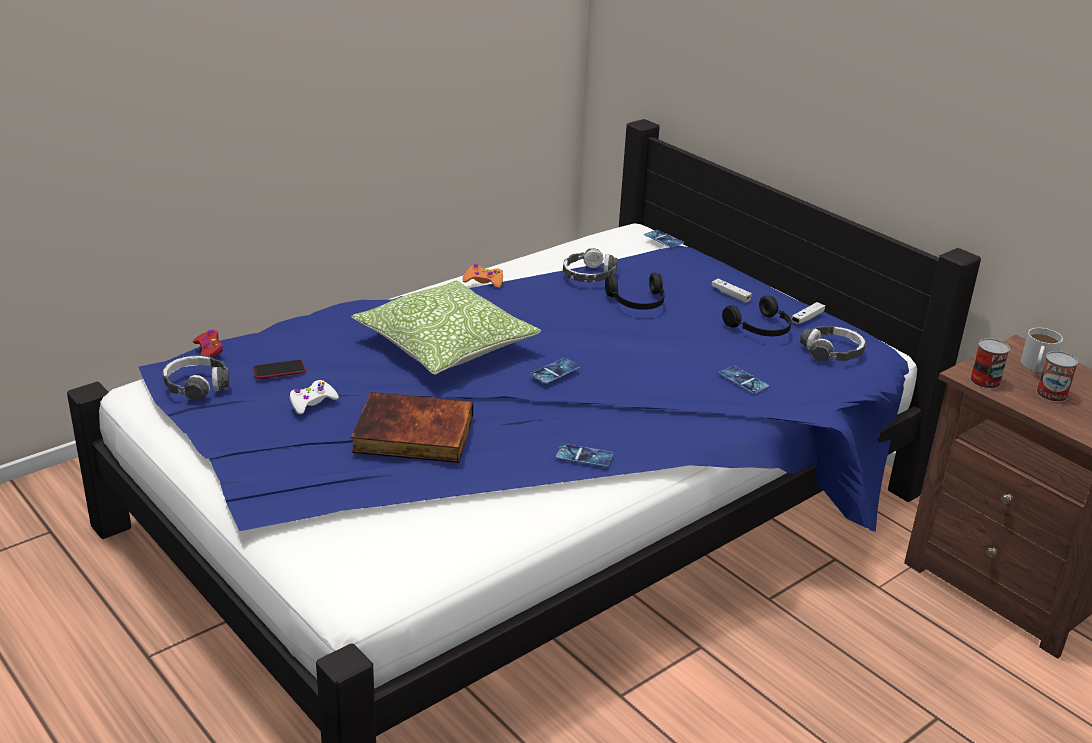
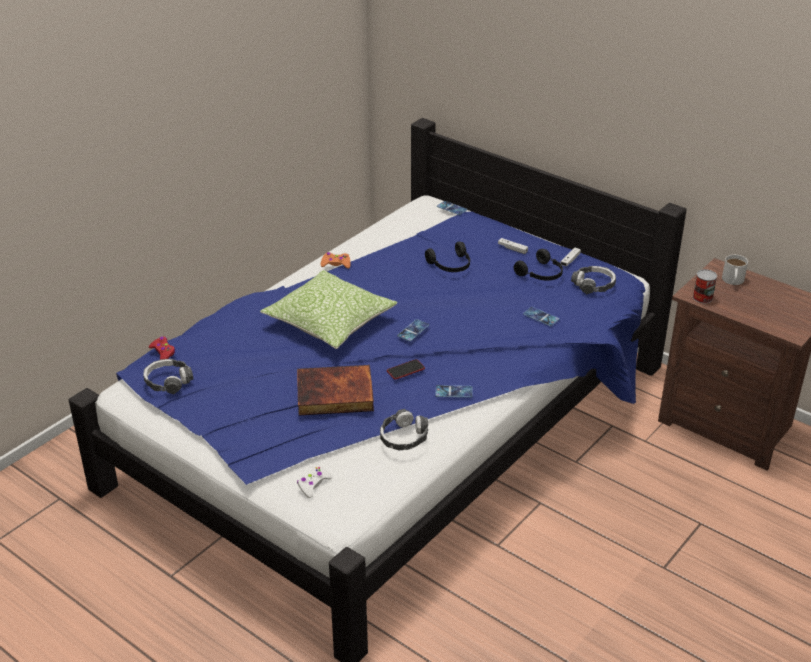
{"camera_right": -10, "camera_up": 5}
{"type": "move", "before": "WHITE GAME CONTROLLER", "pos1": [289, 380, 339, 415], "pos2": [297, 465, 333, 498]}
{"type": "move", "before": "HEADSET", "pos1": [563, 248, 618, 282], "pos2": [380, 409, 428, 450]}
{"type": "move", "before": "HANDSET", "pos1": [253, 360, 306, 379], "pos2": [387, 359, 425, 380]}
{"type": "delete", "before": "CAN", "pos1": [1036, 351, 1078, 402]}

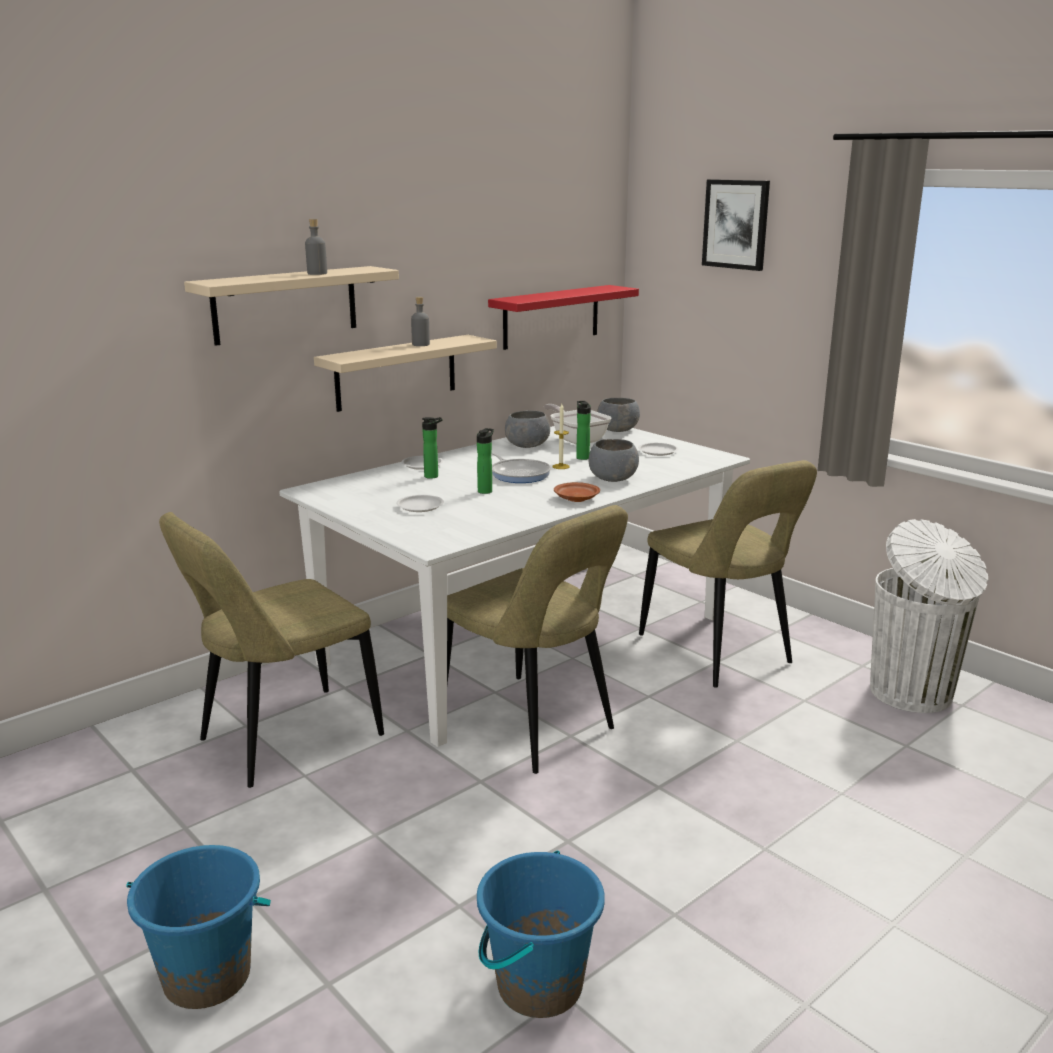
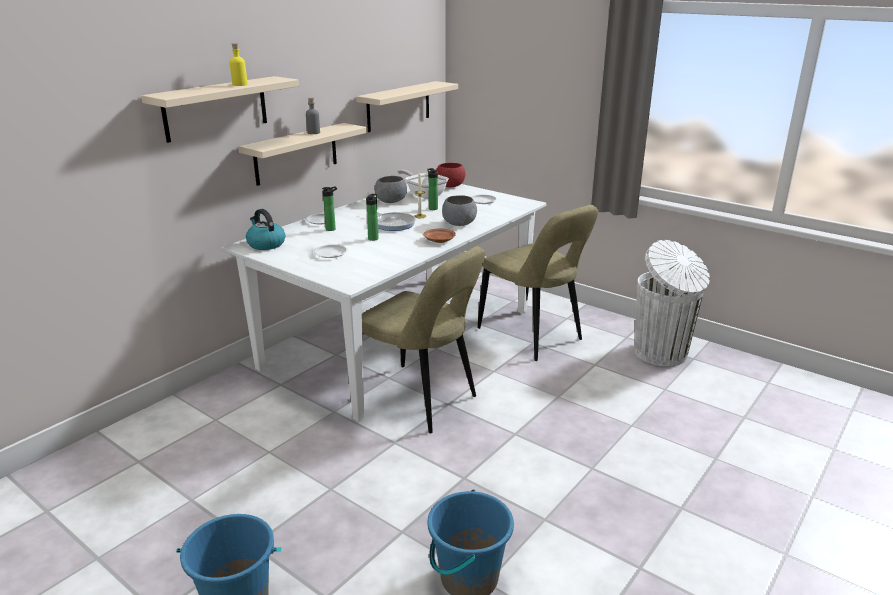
{"camera_right": -10, "camera_up": 5}
{"type": "recolor", "before": "GREYISH BOTTLE", "after": "YELLOW BOTTLE", "pos1": [305, 219, 327, 275], "pos2": [230, 43, 248, 86]}
{"type": "insert", "after": "TEA KETTLE", "pos2": [246, 209, 285, 250]}
{"type": "recolor", "before": "REDDISH SHELF", "after": "BEIGE-COLOURED SHELF", "pos1": [488, 285, 639, 350], "pos2": [356, 81, 458, 132]}
{"type": "recolor", "before": "GREYISH SERVING BOWL", "after": "REDDISH SERVING BOWL", "pos1": [597, 398, 640, 432], "pos2": [436, 163, 465, 188]}
{"type": "delete", "before": "BEIGE-COLOURED UPRIGHT CHAIR", "pos1": [159, 512, 384, 788]}
{"type": "delete", "before": "WALL ART", "pos1": [702, 179, 770, 271]}

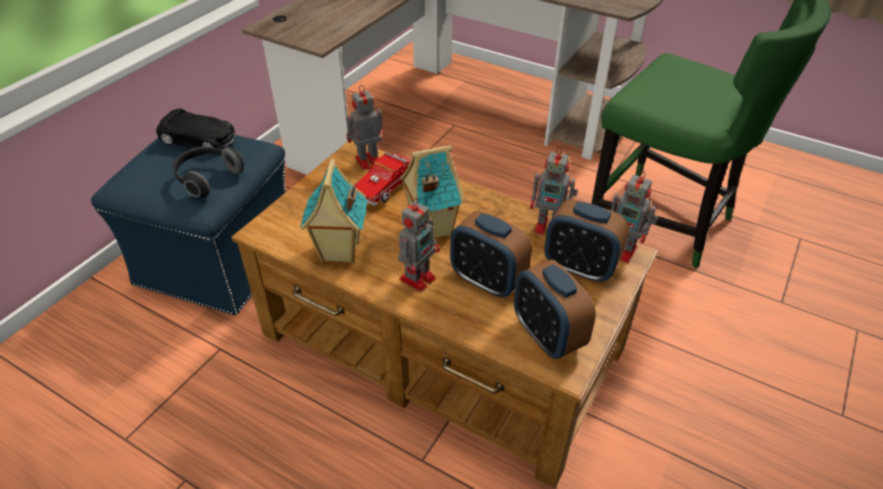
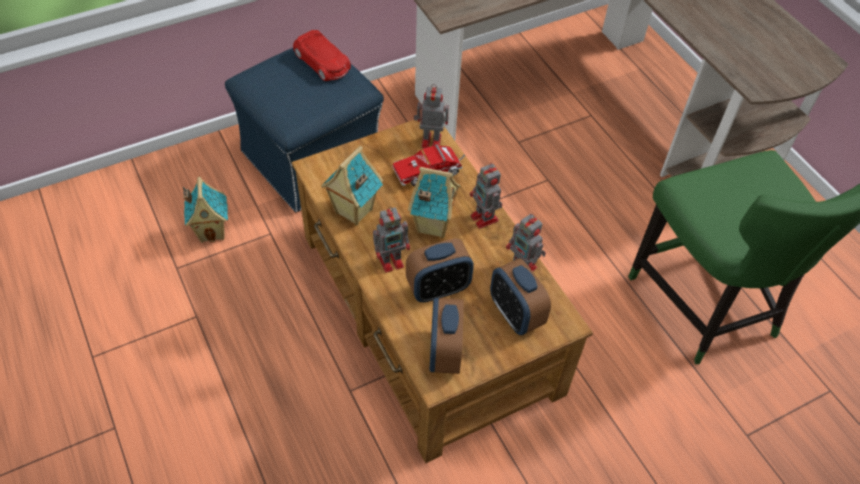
{"camera_right": 30, "camera_up": 10}
{"type": "insert", "after": "TOY HOUSE", "pos2": [182, 177, 228, 243]}
{"type": "recolor", "before": "BLACK-COLOURED MINIATURE CAR", "after": "REDDISH MINIATURE CAR", "pos1": [156, 108, 235, 149], "pos2": [293, 30, 351, 81]}
{"type": "rotate", "before": "ALARM CLOCK", "pos1": [450, 210, 532, 298], "pos2": [406, 238, 474, 302], "turn": -90}
{"type": "move", "before": "ROBOT FIGURE", "pos1": [611, 170, 658, 263], "pos2": [470, 163, 503, 229]}
{"type": "delete", "before": "HEADSET", "pos1": [172, 146, 244, 198]}

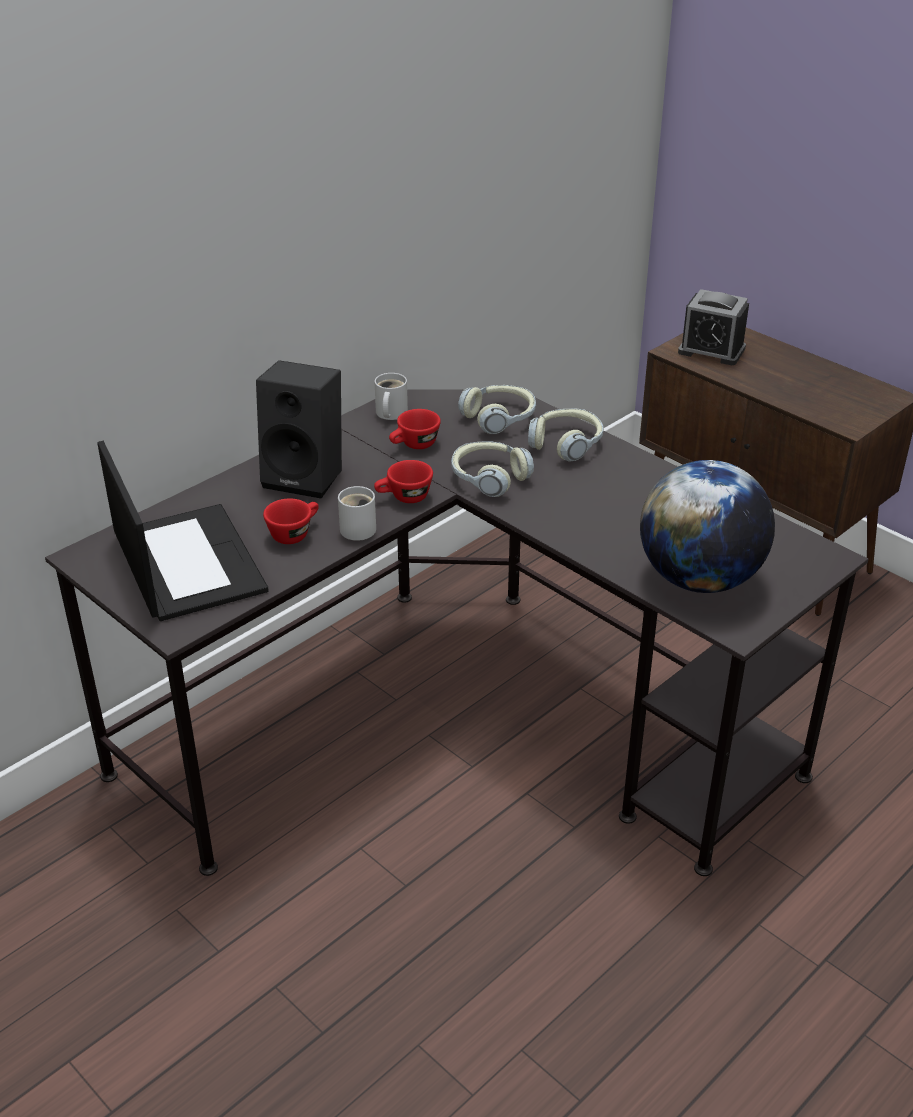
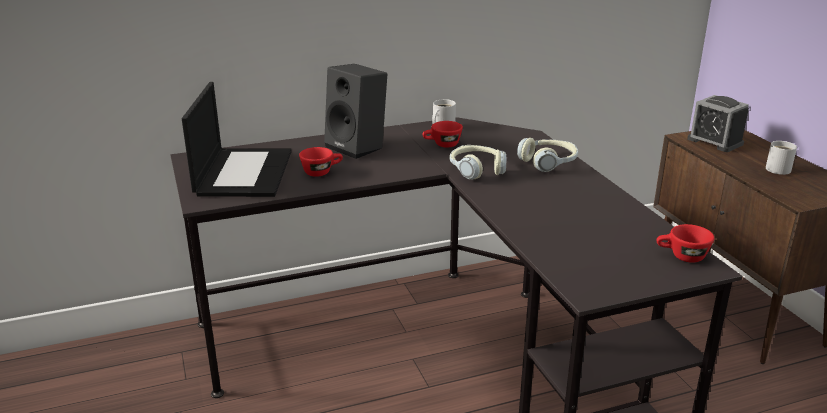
{"camera_right": 25, "camera_up": -10}
{"type": "move", "before": "REDDISH DRINKING CUP", "pos1": [374, 460, 433, 503], "pos2": [657, 224, 714, 263]}
{"type": "move", "before": "WHITE COFFEE MUG", "pos1": [338, 486, 376, 541], "pos2": [766, 141, 797, 175]}
{"type": "delete", "before": "HEADSET", "pos1": [458, 385, 536, 434]}
{"type": "delete", "before": "GLOBE", "pos1": [640, 460, 775, 593]}

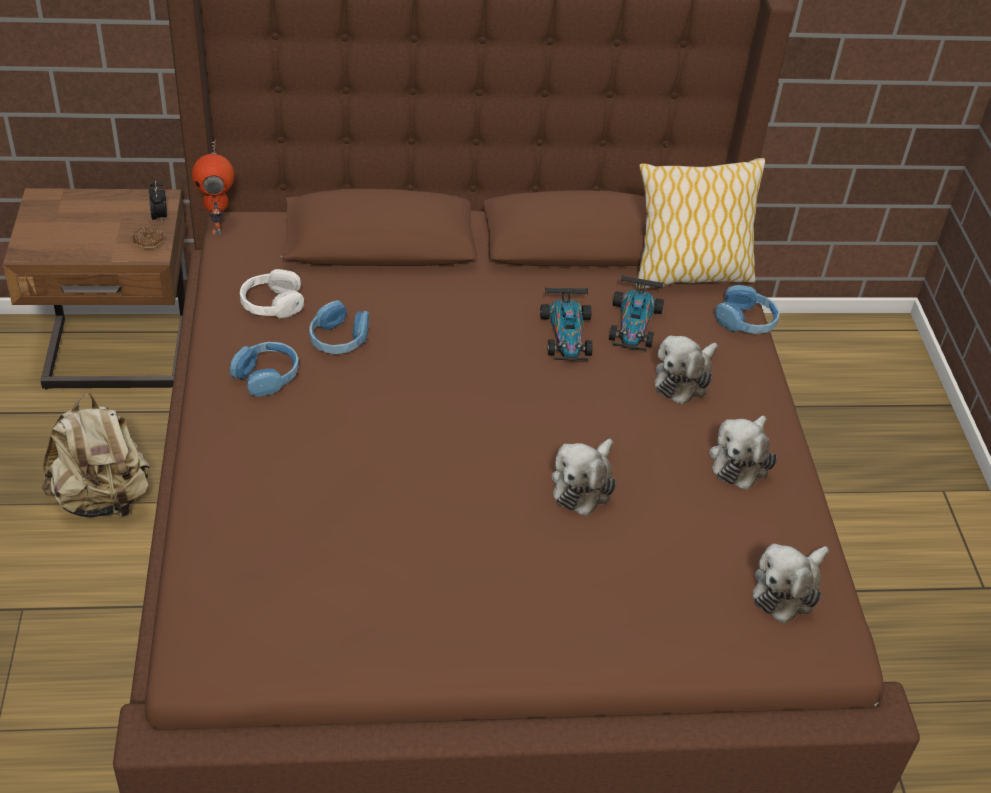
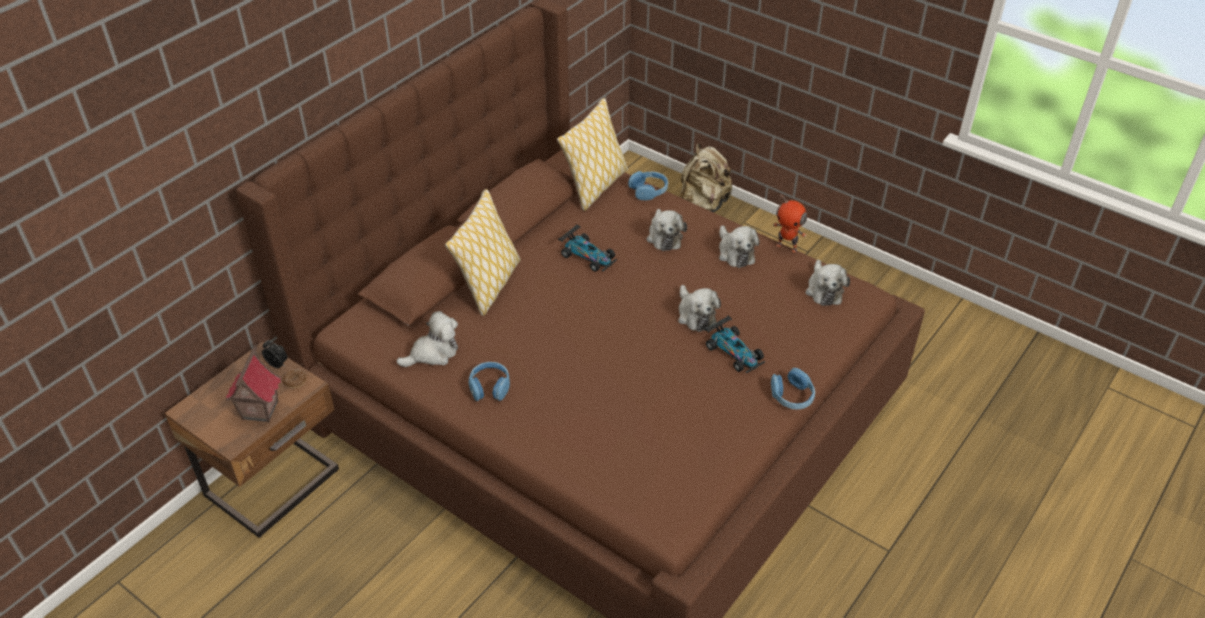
{"camera_right": -45, "camera_up": 0}
{"type": "insert", "after": "TOY HOUSE", "pos2": [226, 344, 281, 423]}
{"type": "replace", "before": "WHITE HEADSET", "after": "SOFT TOY", "pos1": [240, 269, 304, 319], "pos2": [396, 311, 458, 367]}
{"type": "insert", "after": "THROW PILLOW", "pos2": [445, 189, 521, 316]}
{"type": "move", "before": "BEIGE-COLOURED RUCKSACK", "pos1": [41, 393, 150, 519], "pos2": [679, 143, 732, 212]}
{"type": "move", "before": "MINIATURE CAR", "pos1": [609, 274, 664, 351], "pos2": [705, 315, 765, 373]}
{"type": "move", "before": "BLUE HEADSET", "pos1": [309, 300, 369, 354], "pos2": [771, 368, 815, 409]}
{"type": "move", "before": "ROBOT FIGURE", "pos1": [192, 140, 234, 234], "pos2": [773, 193, 807, 253]}

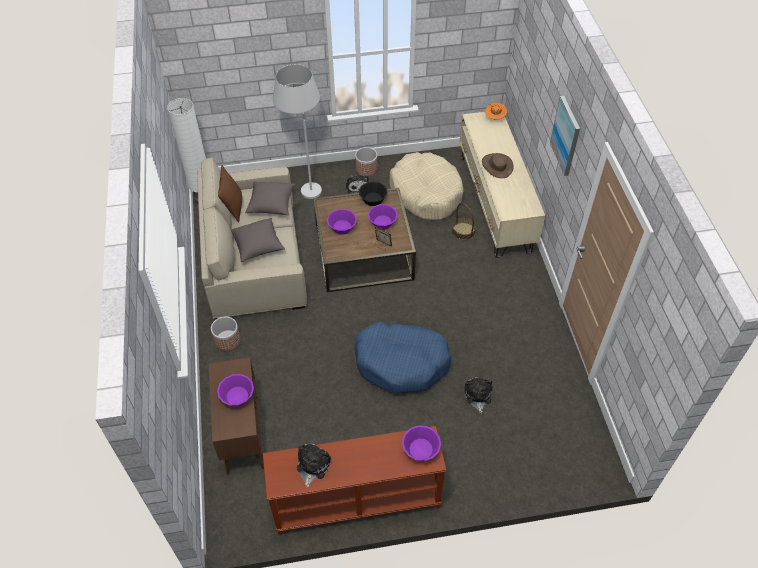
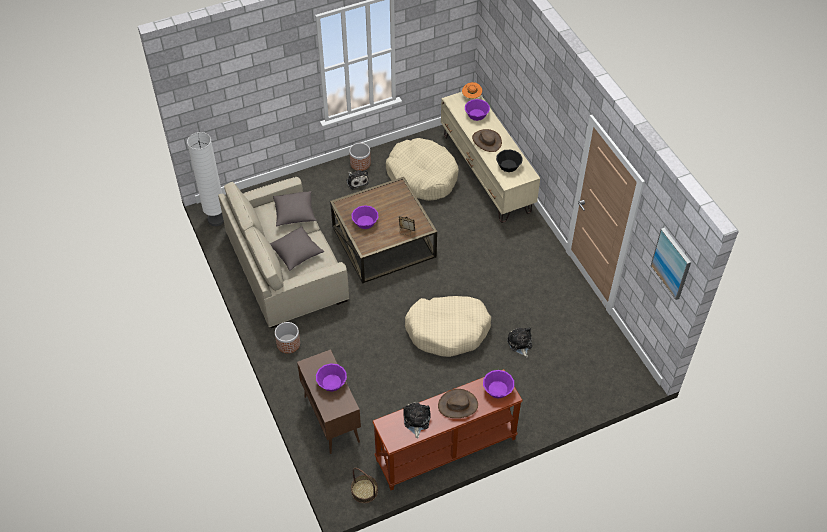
{"camera_right": -15, "camera_up": 0}
{"type": "move", "before": "STORAGE BASKET", "pos1": [452, 203, 476, 240], "pos2": [351, 468, 378, 503]}
{"type": "recolor", "before": "BLUE PET BED", "after": "BEIGE-COLOURED PET BED", "pos1": [355, 321, 452, 393], "pos2": [405, 296, 491, 357]}
{"type": "insert", "after": "BROWNISH WEARABLE HAT", "pos2": [438, 389, 478, 418]}
{"type": "move", "before": "PURPLE SERVING BOWL", "pos1": [368, 204, 398, 230], "pos2": [465, 99, 490, 121]}
{"type": "move", "before": "BLACK-COLOURED SERVING BOWL", "pos1": [359, 181, 388, 206], "pos2": [496, 149, 523, 172]}
{"type": "move", "before": "WALL ART", "pos1": [550, 96, 580, 176], "pos2": [651, 228, 691, 300]}
{"type": "delete", "before": "BROWNISH THROW PILLOW", "pos1": [218, 165, 242, 222]}
{"type": "delete", "before": "WHITE FLOOR LAMP", "pos1": [273, 64, 322, 199]}

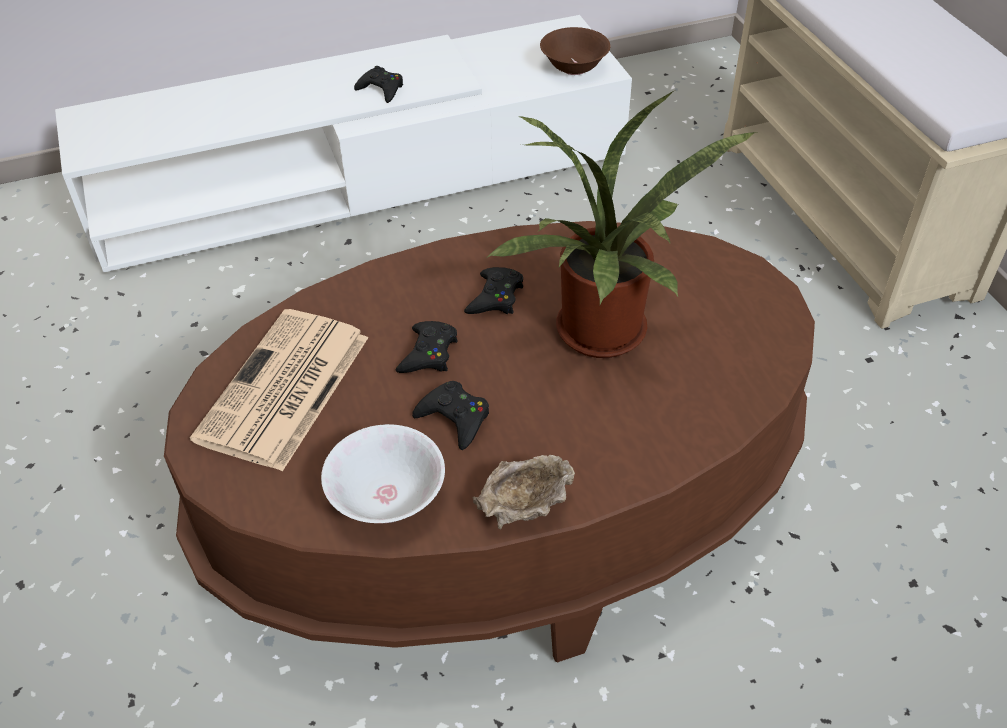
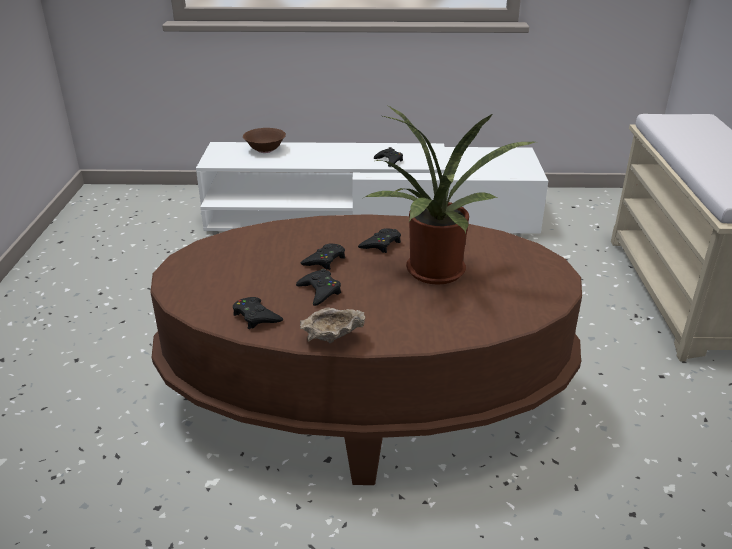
{"camera_right": 20, "camera_up": -15}
{"type": "replace", "before": "WHITE SERVING BOWL", "after": "BLACK-COLOURED GAME CONTROLLER", "pos1": [321, 424, 445, 523], "pos2": [233, 297, 283, 329]}
{"type": "move", "before": "BROWNISH SERVING BOWL", "pos1": [540, 27, 610, 75], "pos2": [243, 128, 286, 153]}
{"type": "delete", "before": "PRINTED PAPER", "pos1": [190, 309, 369, 471]}

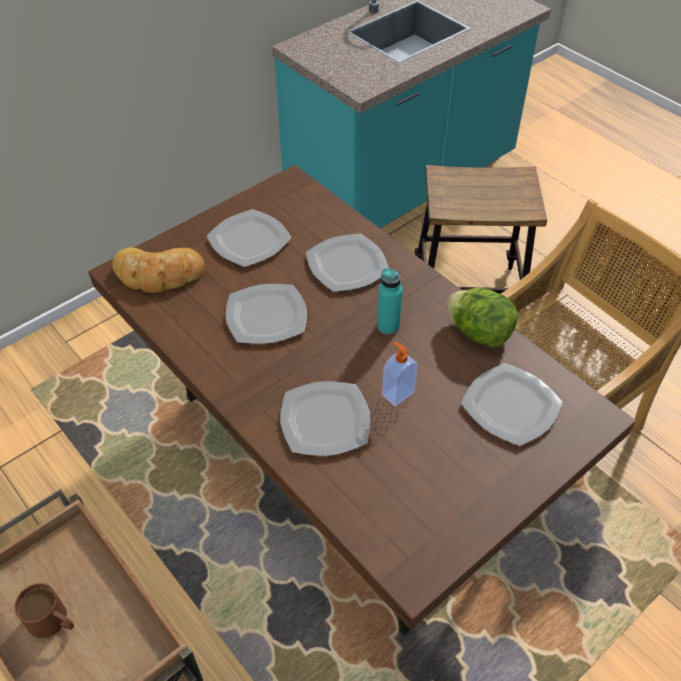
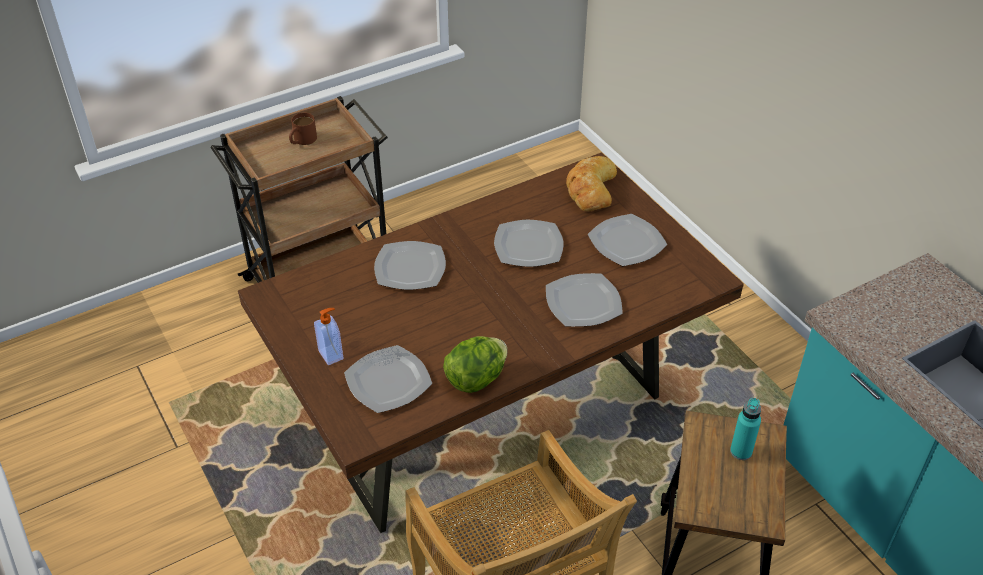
{"camera_right": 100, "camera_up": -5}
{"type": "move", "before": "LIQUID SOAP BOTTLE", "pos1": [382, 342, 418, 406], "pos2": [314, 308, 344, 365]}
{"type": "move", "before": "TURQUOISE BOTTLE", "pos1": [377, 268, 403, 335], "pos2": [730, 398, 761, 460]}

